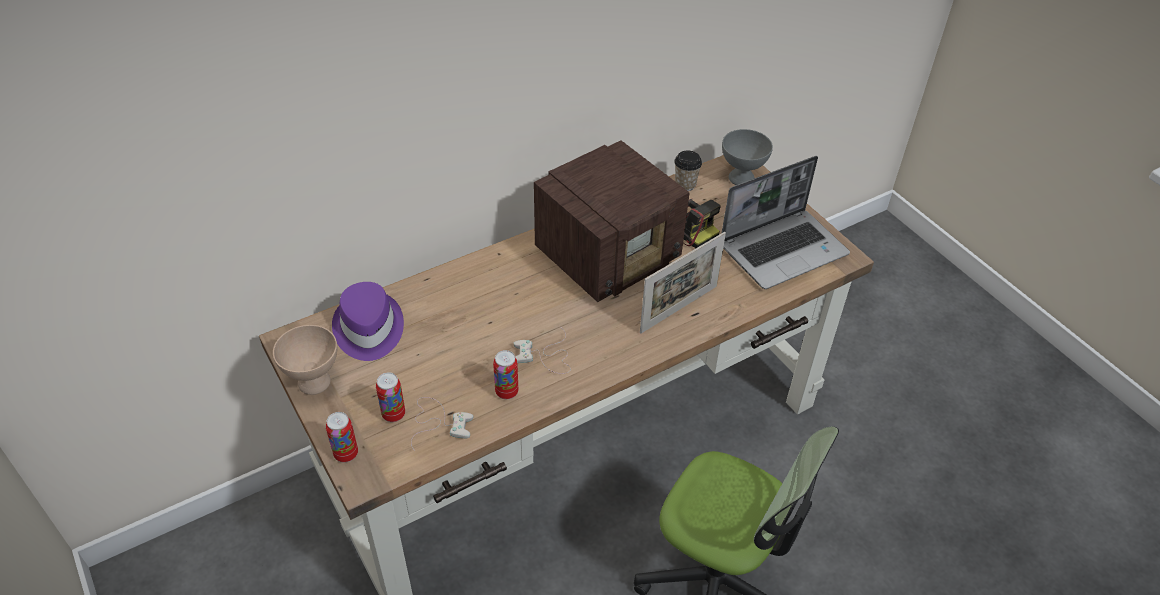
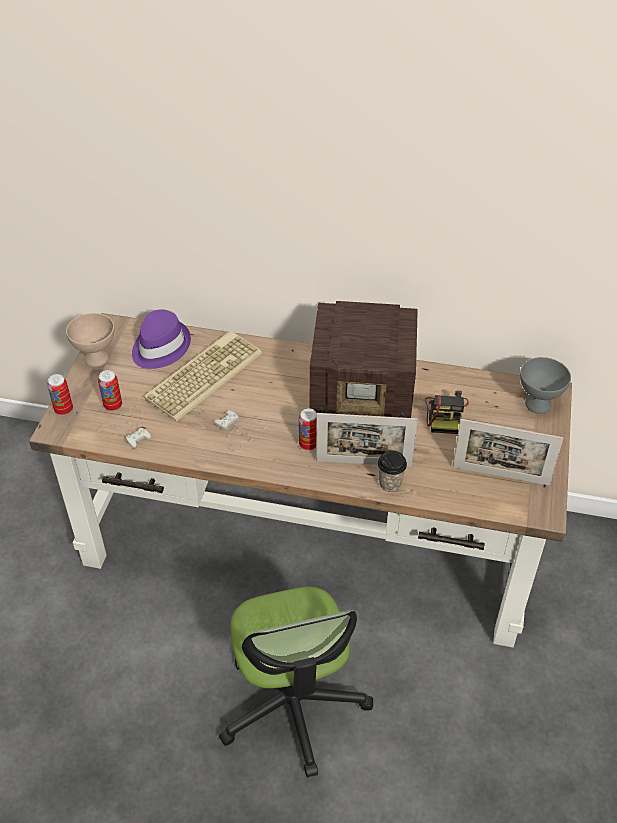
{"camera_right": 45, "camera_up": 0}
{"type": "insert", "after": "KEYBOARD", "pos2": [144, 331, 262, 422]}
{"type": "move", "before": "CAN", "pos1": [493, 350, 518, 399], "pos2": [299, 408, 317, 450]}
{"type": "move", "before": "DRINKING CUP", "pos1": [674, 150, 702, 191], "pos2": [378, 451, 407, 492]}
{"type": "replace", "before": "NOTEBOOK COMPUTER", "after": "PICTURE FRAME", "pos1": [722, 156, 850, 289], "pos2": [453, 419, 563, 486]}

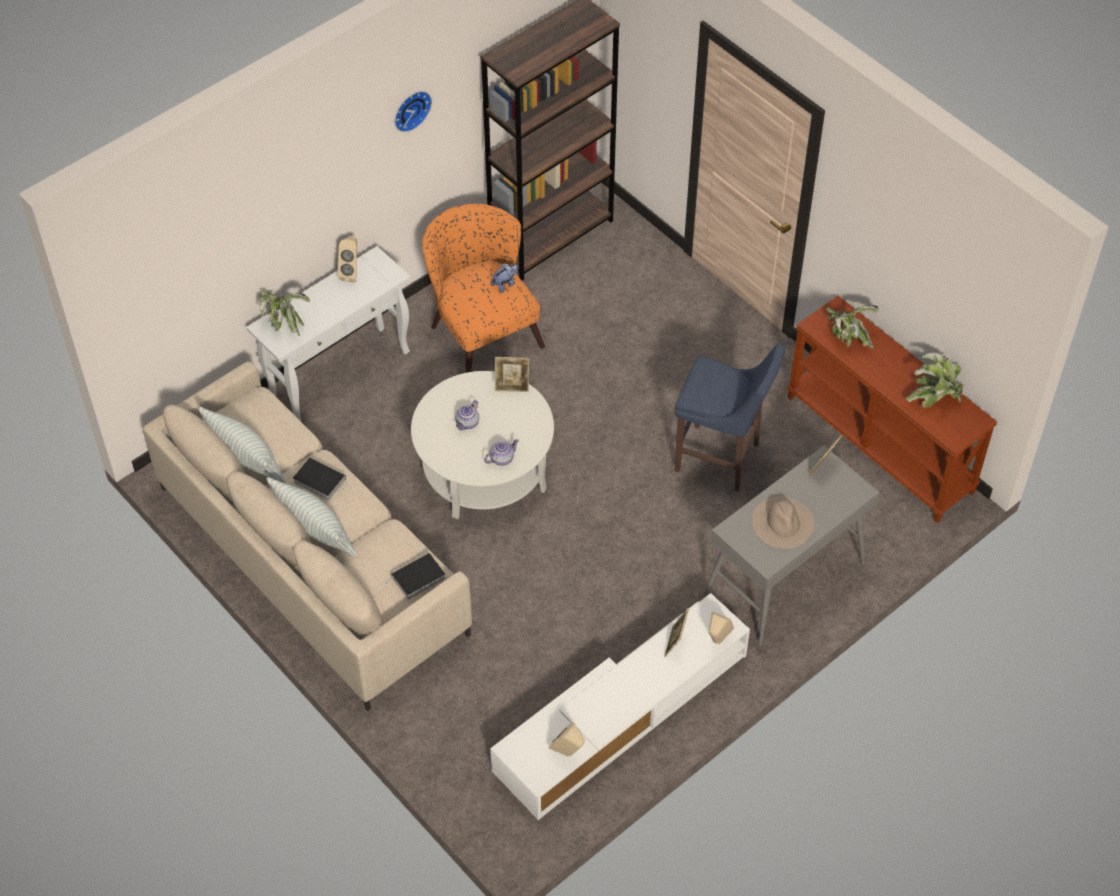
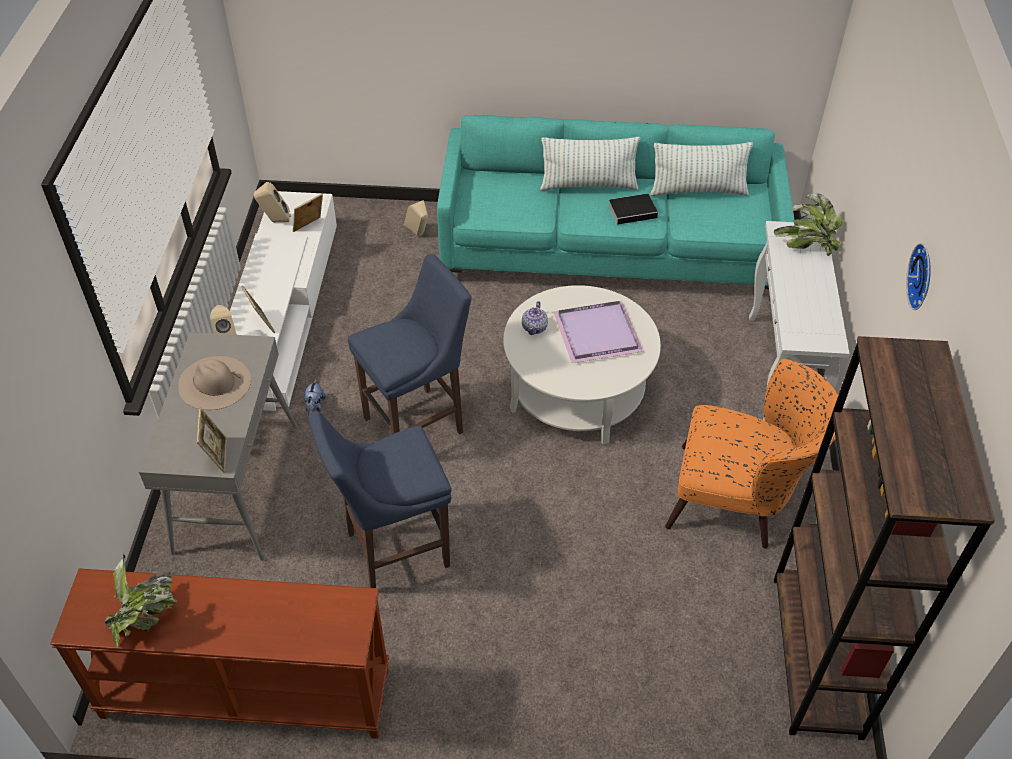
{"camera_right": 135, "camera_up": -5}
{"type": "move", "before": "PICTURE FRAME", "pos1": [495, 357, 529, 392], "pos2": [293, 194, 323, 232]}
{"type": "move", "before": "SOFT TOY", "pos1": [491, 264, 518, 293], "pos2": [303, 379, 326, 415]}
{"type": "insert", "after": "BLUE SITTING STOOL", "pos2": [348, 254, 471, 434]}
{"type": "move", "before": "BEIGE-COLOURED AUDIO SPEAKER", "pos1": [338, 236, 357, 283], "pos2": [404, 200, 428, 236]}
{"type": "recolor", "before": "BEIGE-COLOURED SETTEE", "after": "TURQUOISE SETTEE", "pos1": [143, 362, 472, 711], "pos2": [437, 115, 795, 301]}
{"type": "replace", "before": "POT FOR TEA", "after": "PURPLE TRAY", "pos1": [455, 400, 479, 430], "pos2": [553, 301, 644, 363]}
{"type": "delete", "before": "BOOK", "pos1": [386, 553, 446, 600]}
{"type": "delete", "before": "HOUSEPLANT", "pos1": [826, 305, 878, 349]}

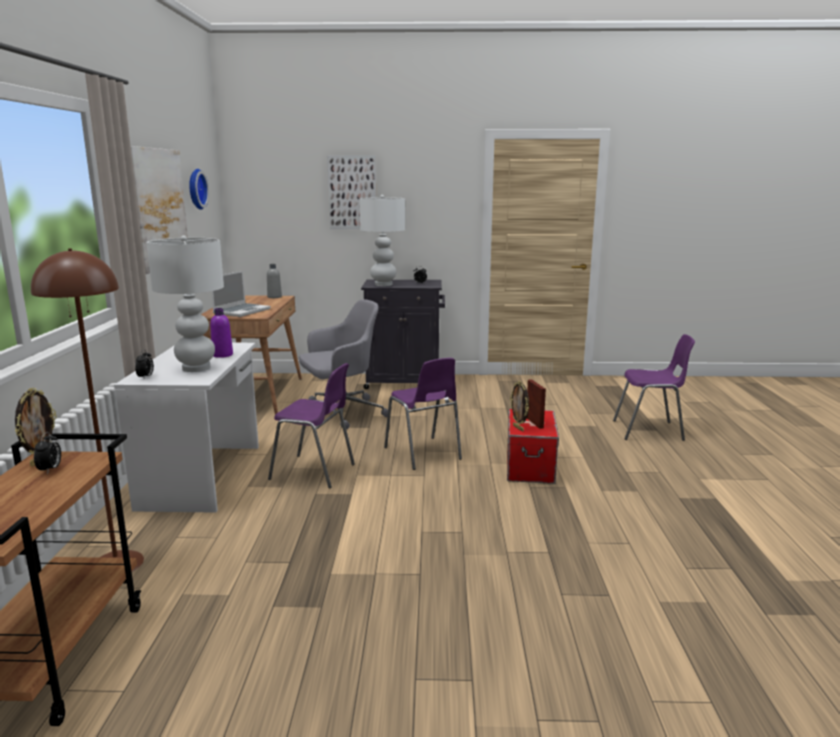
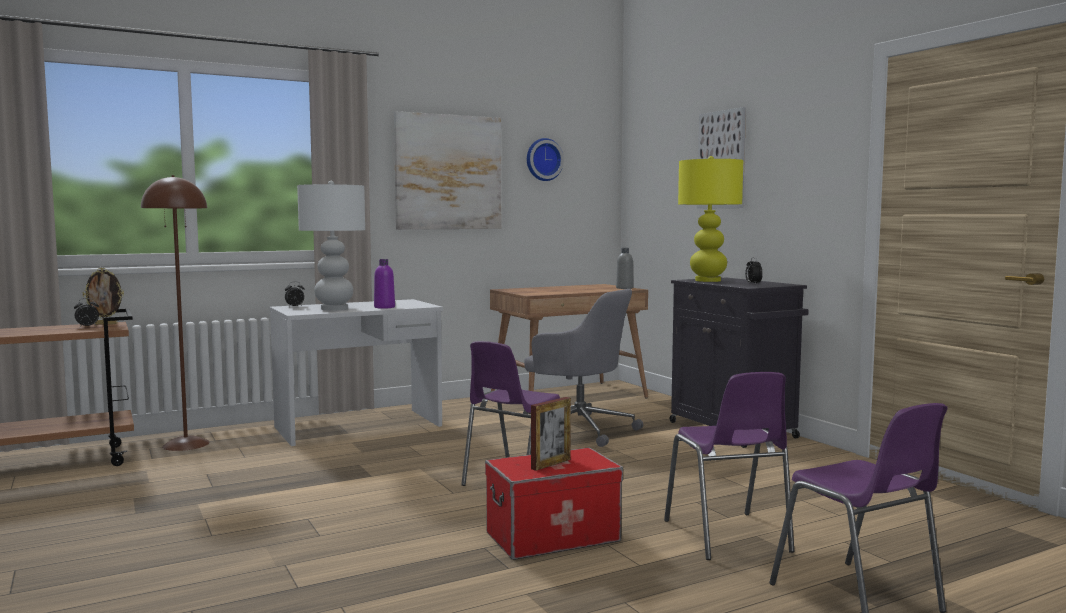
{"camera_right": 60, "camera_up": -10}
{"type": "move", "before": "PURPLE UPRIGHT CHAIR", "pos1": [268, 363, 355, 488], "pos2": [664, 372, 794, 560]}
{"type": "recolor", "before": "WHITE TABLE LAMP", "after": "YELLOW TABLE LAMP", "pos1": [360, 195, 405, 286], "pos2": [678, 156, 743, 282]}
{"type": "delete", "before": "NOTEBOOK COMPUTER", "pos1": [211, 271, 271, 317]}
{"type": "delete", "before": "PICTURE FRAME", "pos1": [510, 381, 529, 432]}

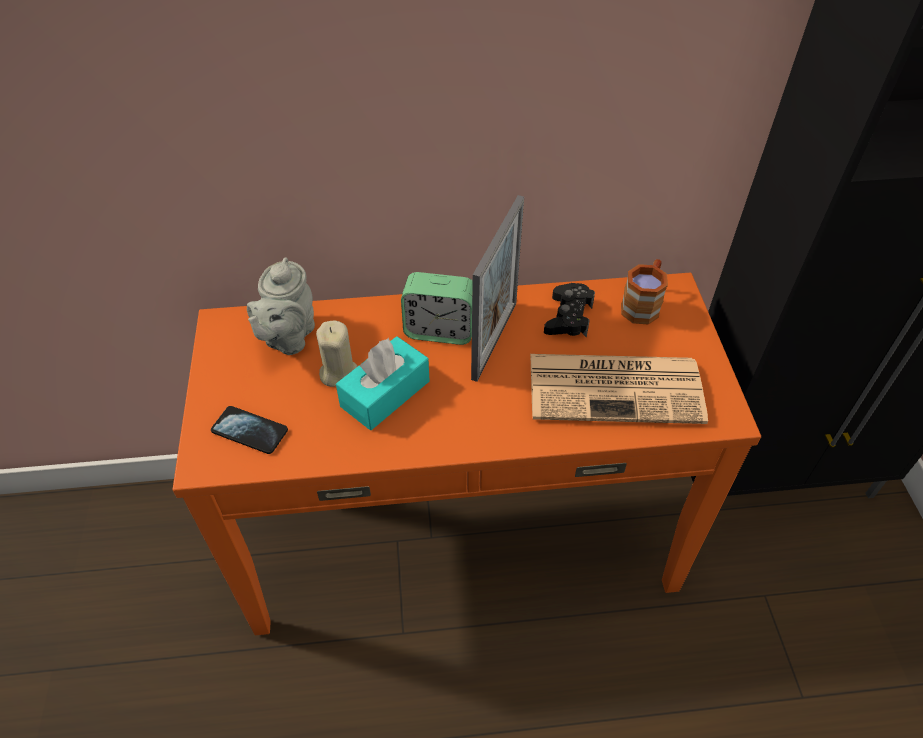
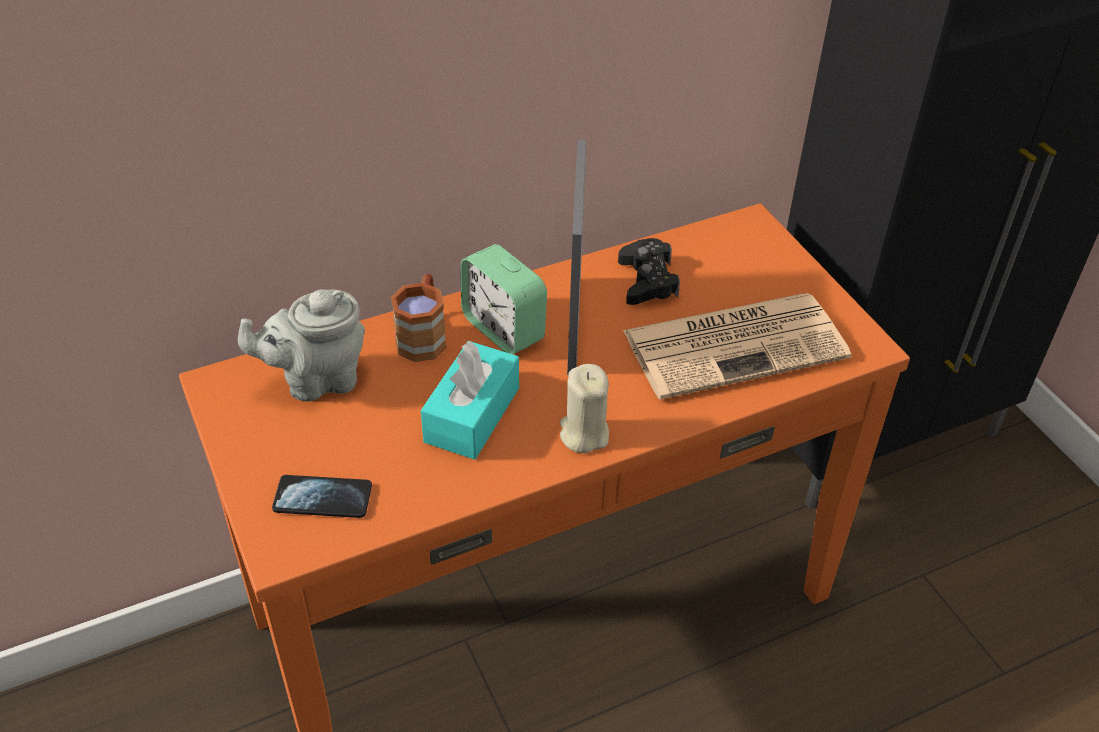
{"camera_right": -20, "camera_up": -5}
{"type": "rotate", "before": "GREYISH POT FOR TEA", "pos1": [247, 258, 315, 355], "pos2": [238, 289, 365, 401], "turn": 75}
{"type": "move", "before": "BROWNISH COFFEE MUG", "pos1": [621, 259, 668, 325], "pos2": [391, 274, 447, 362]}
{"type": "rotate", "before": "ALARM CLOCK", "pos1": [401, 272, 473, 345], "pos2": [461, 244, 547, 354], "turn": 60}
{"type": "move", "before": "BEIGE-COLOURED WAX CANDLE", "pos1": [316, 321, 357, 387], "pos2": [560, 364, 609, 453]}

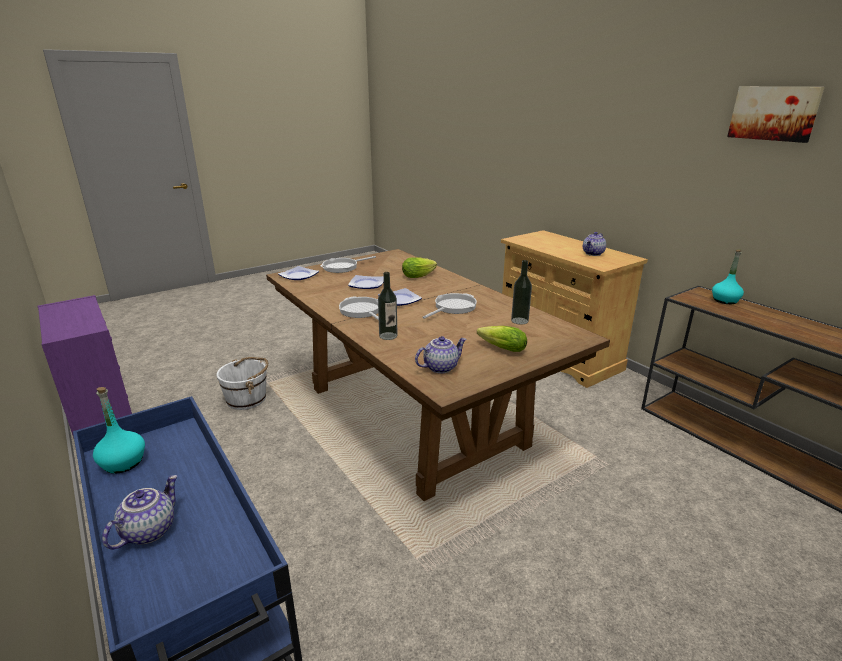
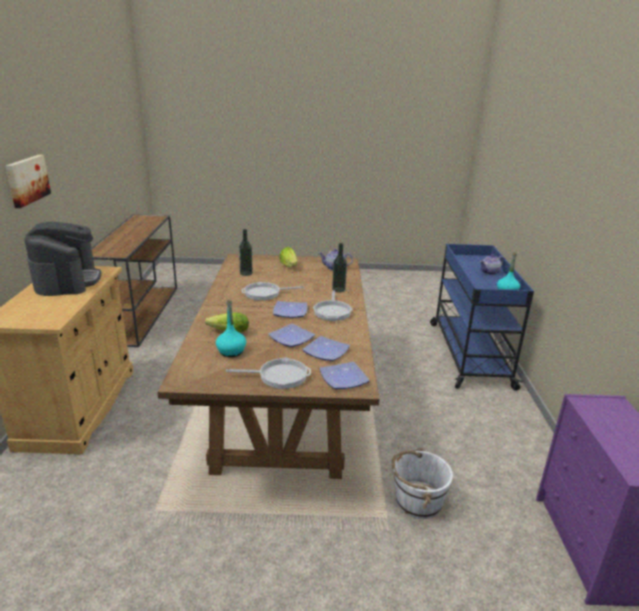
{"camera_right": -145, "camera_up": 0}
{"type": "move", "before": "WALL ART", "pos1": [727, 87, 824, 143], "pos2": [6, 155, 51, 208]}
{"type": "replace", "before": "POT FOR TEA", "after": "COFFEE MACHINE", "pos1": [583, 232, 606, 256], "pos2": [24, 222, 102, 296]}
{"type": "move", "before": "TURQUOISE BOTTLE", "pos1": [712, 250, 744, 304], "pos2": [216, 299, 246, 357]}
{"type": "insert", "after": "FLAT DISH", "pos2": [303, 336, 350, 361]}

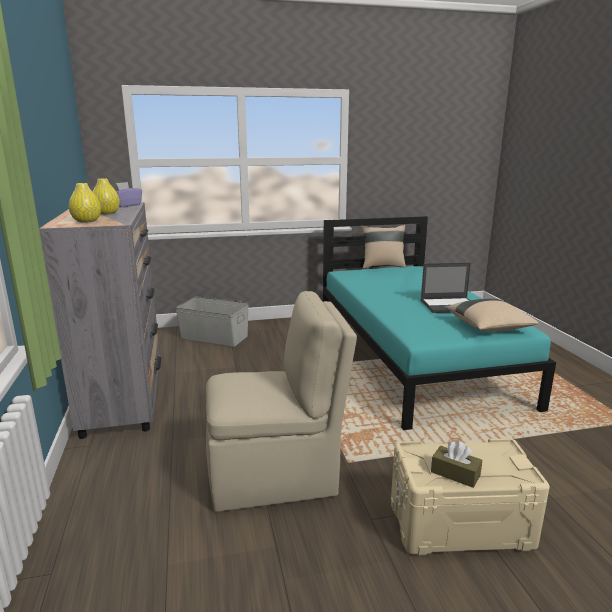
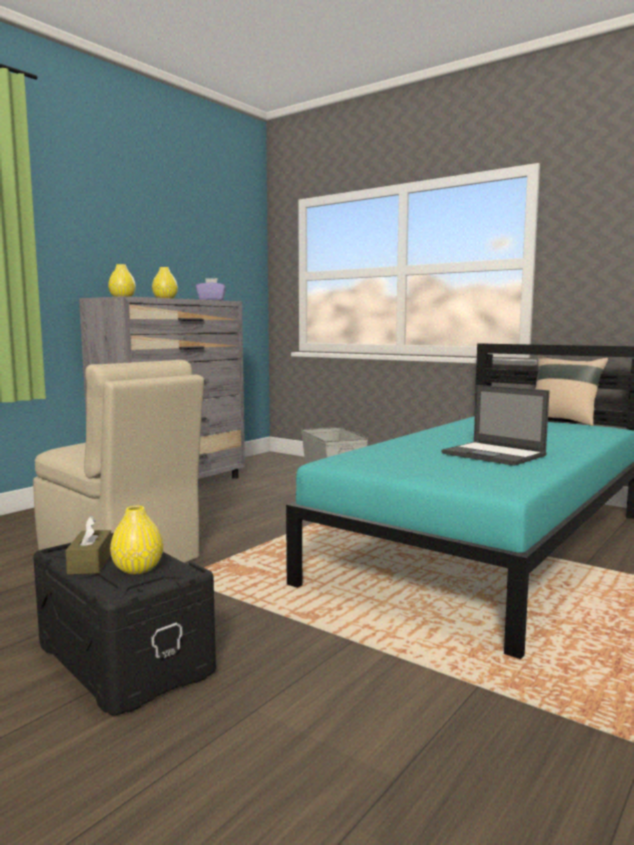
{"camera_right": 50, "camera_up": -10}
{"type": "recolor", "before": "BEIGE-COLOURED STORAGE BOX", "after": "BLACK-COLOURED STORAGE BOX", "pos1": [391, 439, 550, 556], "pos2": [33, 533, 216, 715]}
{"type": "insert", "after": "YELLOW DECORATIVE VASE", "pos2": [110, 506, 163, 574]}
{"type": "delete", "before": "BEIGE-COLOURED THROW PILLOW", "pos1": [447, 298, 539, 332]}

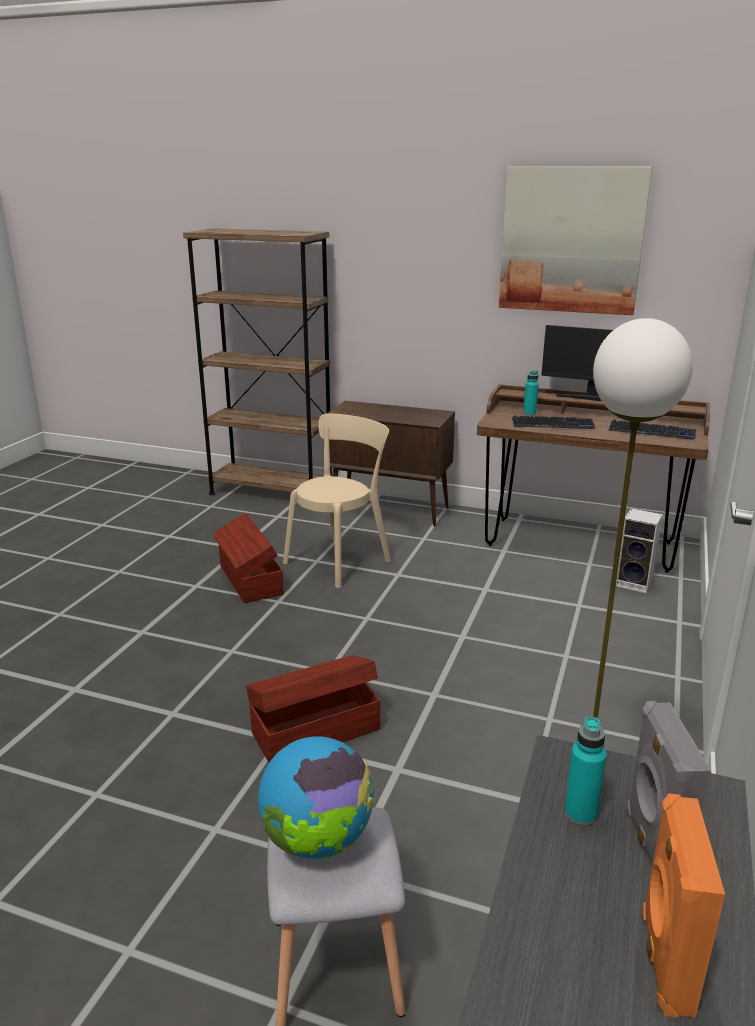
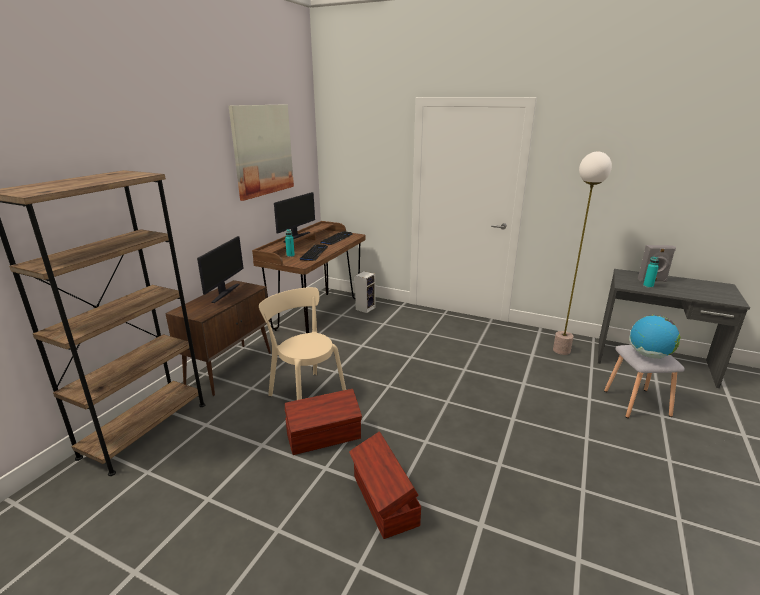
{"camera_right": -85, "camera_up": 0}
{"type": "insert", "after": "MONITOR", "pos2": [197, 236, 244, 303]}
{"type": "move", "before": "BROWNISH STORAGE BOX", "pos1": [246, 655, 380, 762], "pos2": [349, 431, 421, 539]}
{"type": "delete", "before": "ORANGE-COLOURED AUDIO SPEAKER", "pos1": [642, 793, 725, 1018]}

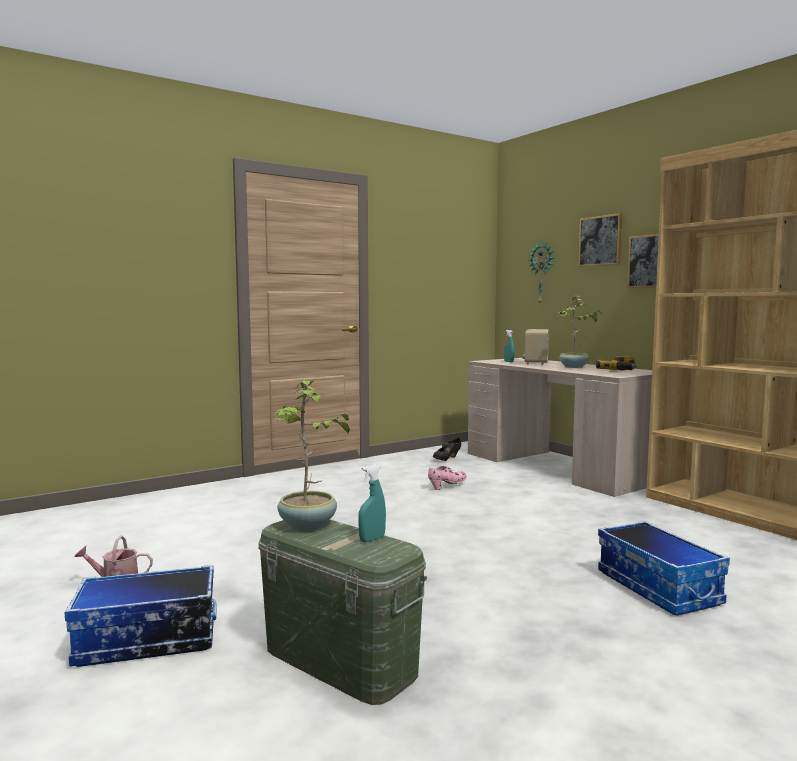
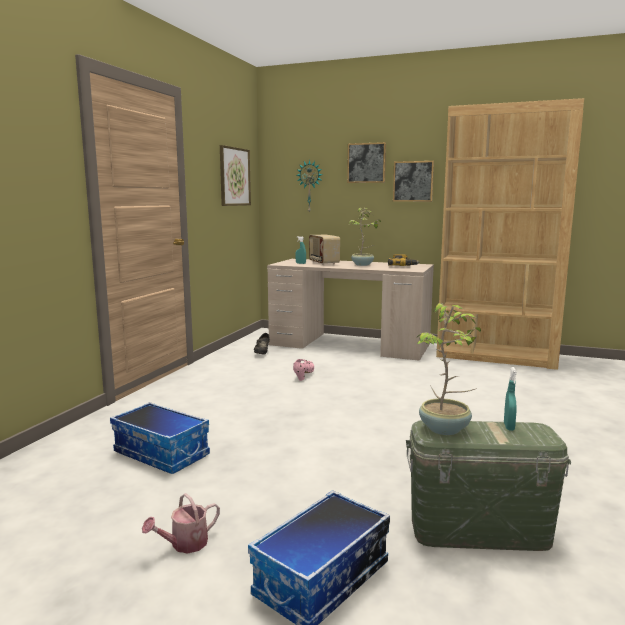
{"camera_right": -35, "camera_up": 5}
{"type": "move", "before": "STORAGE BOX", "pos1": [598, 521, 730, 616], "pos2": [110, 402, 210, 474]}
{"type": "insert", "after": "WALL ART", "pos2": [220, 145, 251, 206]}

